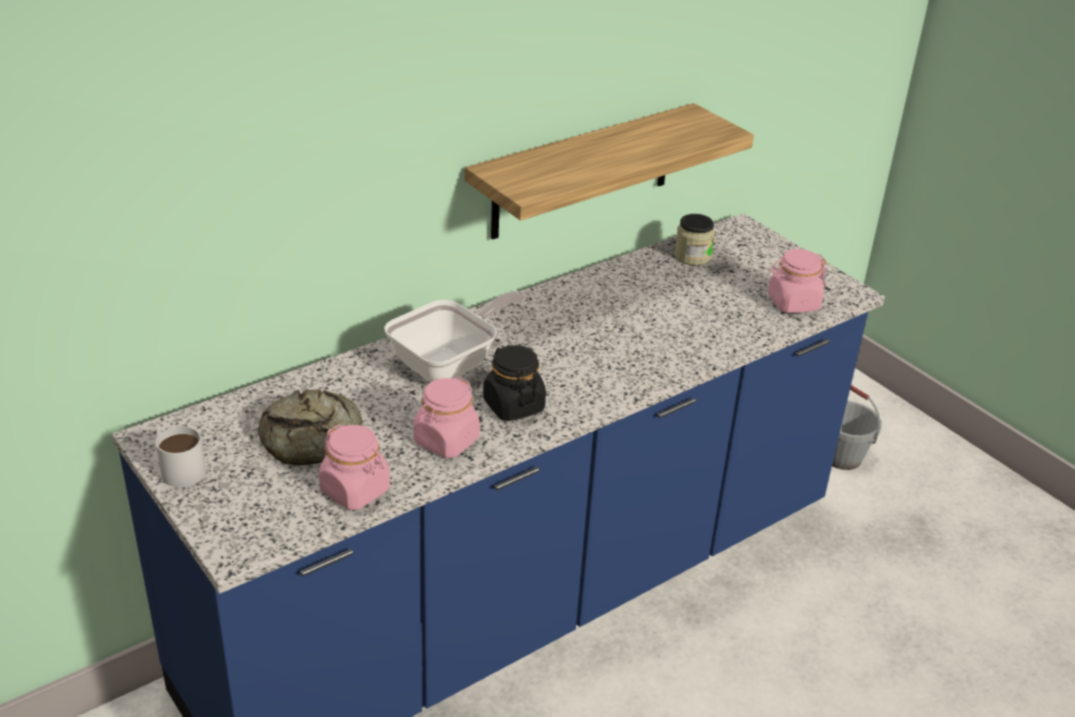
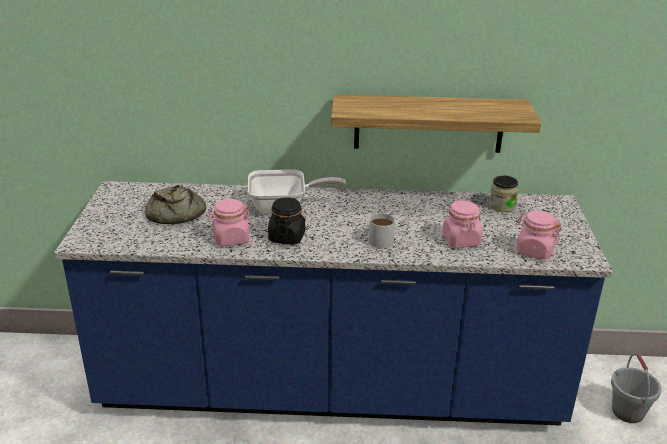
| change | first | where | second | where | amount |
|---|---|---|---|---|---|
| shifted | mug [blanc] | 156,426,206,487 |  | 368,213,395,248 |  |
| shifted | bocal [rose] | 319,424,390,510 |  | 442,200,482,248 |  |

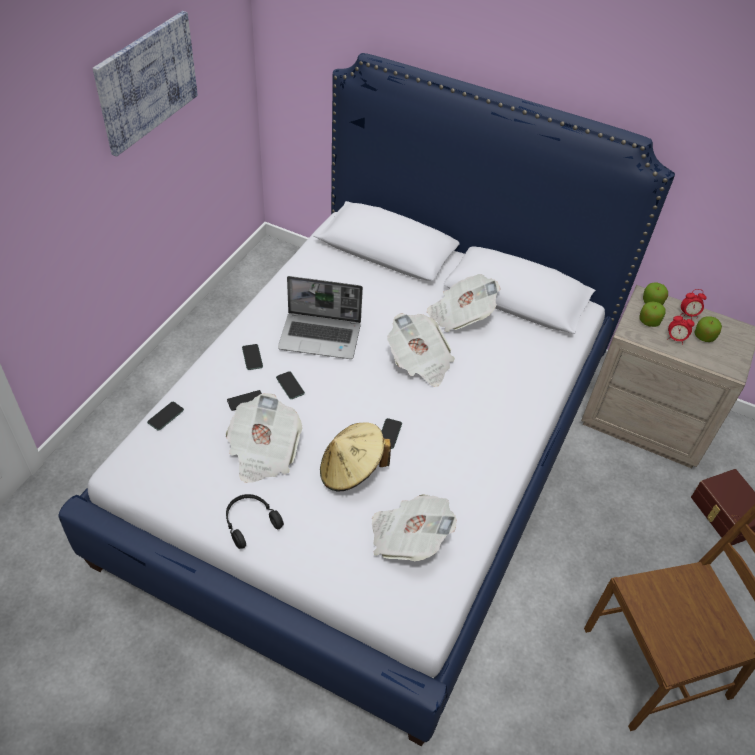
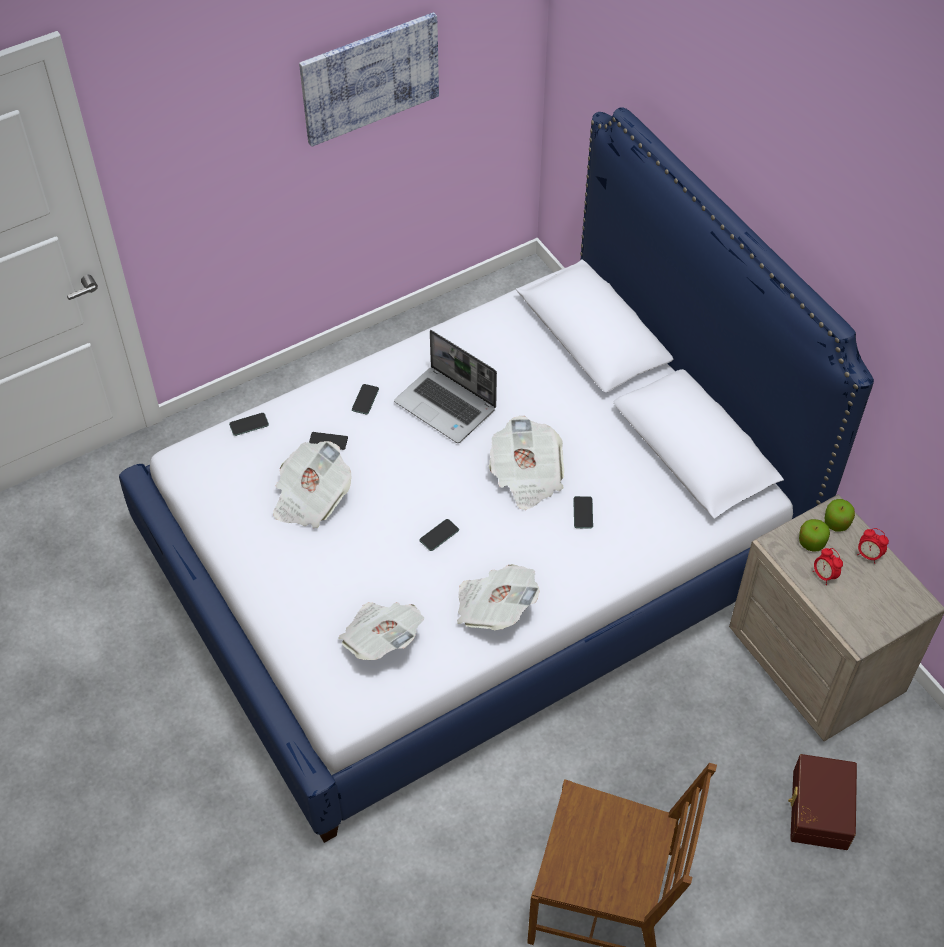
| change | first | where | second | where | amount |
|---|---|---|---|---|---|
| gone | casque audio [noir] | 226,494,284,549 |  |  |  |
| gone | chapeau [beige] | 320,423,391,492 |  |  |  |
| gone | pomme | 695,316,722,342 |  |  |  |
| shifted | téléphone | 276,371,305,399 |  | 574,496,593,529 |  |
| shifted | journal | 427,274,501,332 |  | 457,564,540,630 |  |

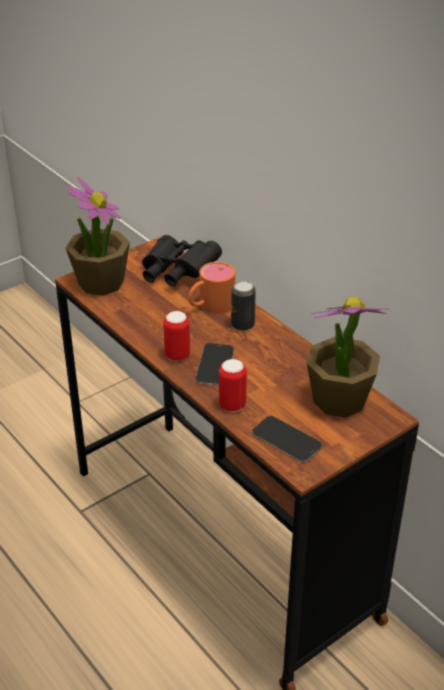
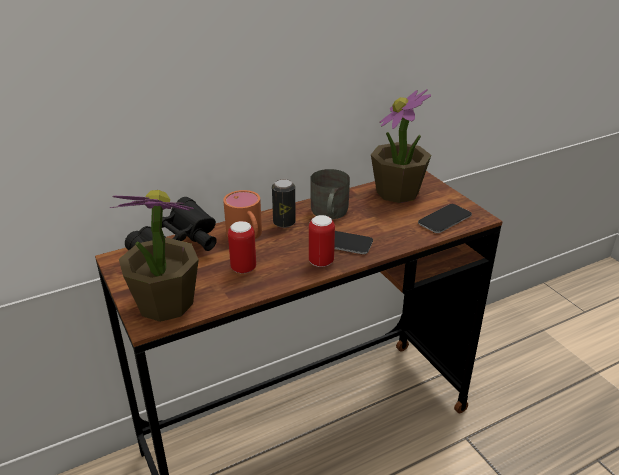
| change | first | where | second | where | amount |
|---|---|---|---|---|---|
| new |  |  | mug [gris] | 310,169,350,219 |  |
| shifted | boîte métallique | 219,359,247,412 |  | 228,221,256,274 |  |

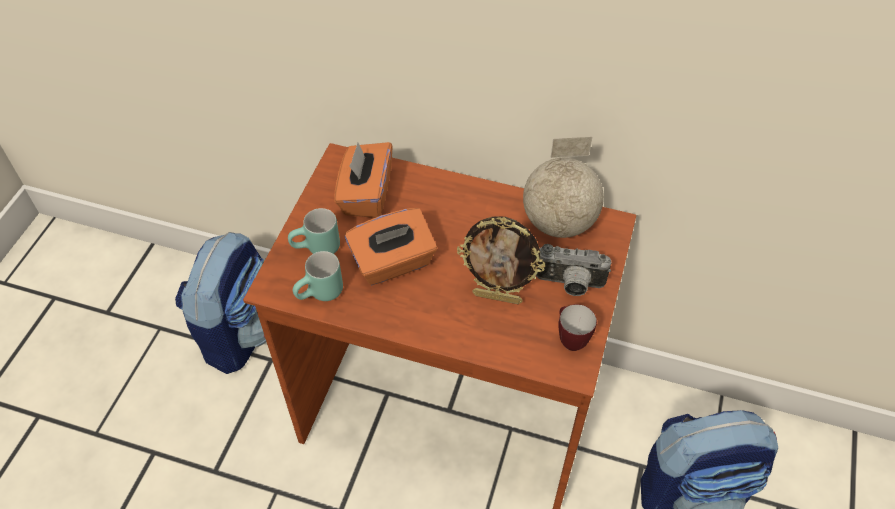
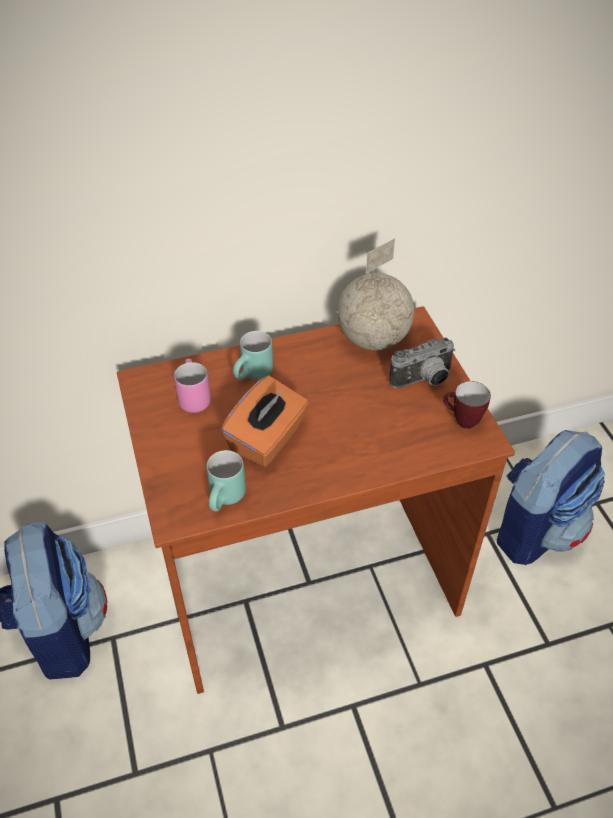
| change | first | where | second | where | amount |
|---|---|---|---|---|---|
| gone | cadre photo | 457,216,545,304 |  |  |  |
| shifted | mug [turquoise] | 288,208,340,254 |  | 233,331,273,380 |  |
| swapped | boîte à mouchoirs [orange] | 334,142,393,218 | mug [rose] | 174,359,211,413 |  |

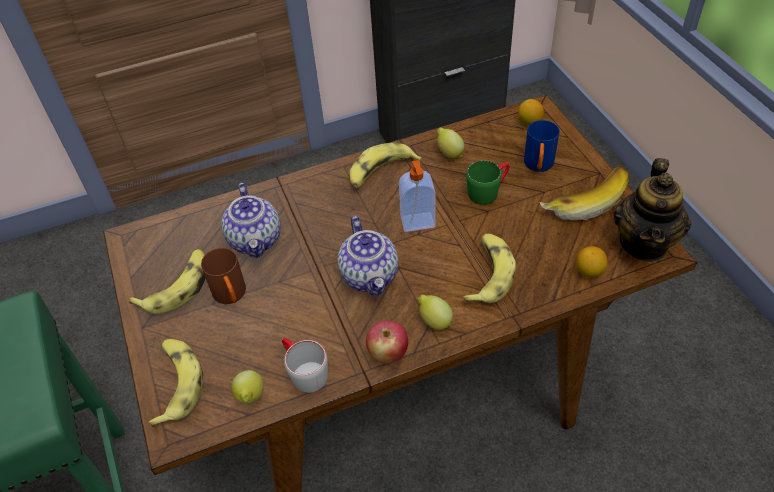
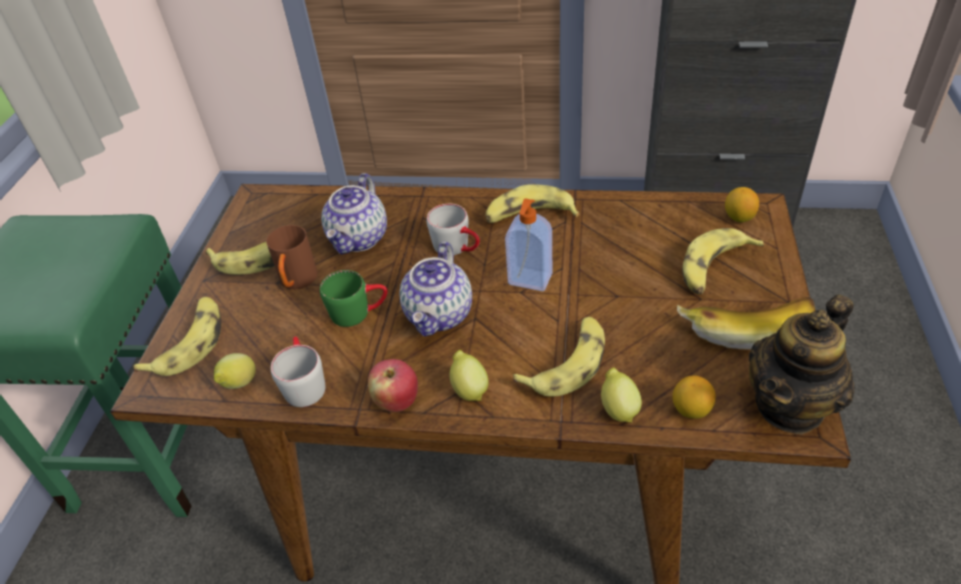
| change | first | where | second | where | amount |
|---|---|---|---|---|---|
| new |  |  | mug [gris] | 427,204,480,255 |  |
| shifted | citron | 437,128,464,158 |  | 601,367,642,423 |  |
| shifted | mug [vert] | 466,160,510,205 |  | 320,270,388,327 |  |
| swapped | mug [bleu] | 524,120,560,172 | banane | 682,228,764,294 |  |

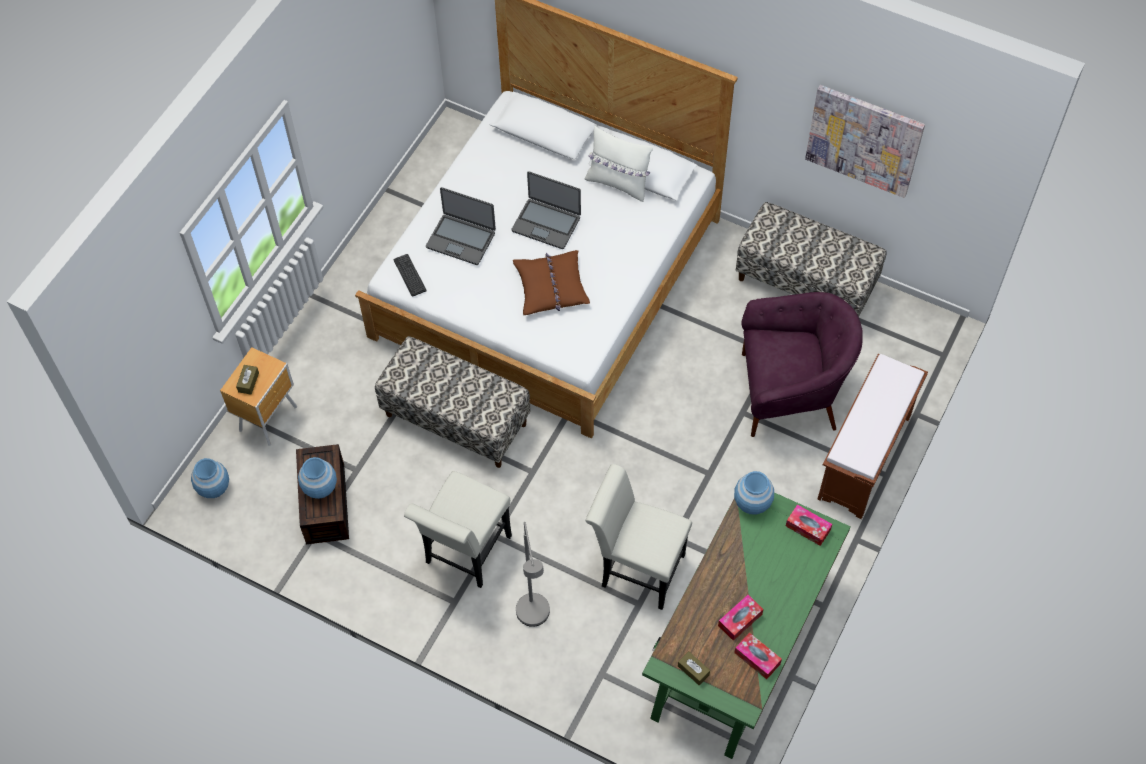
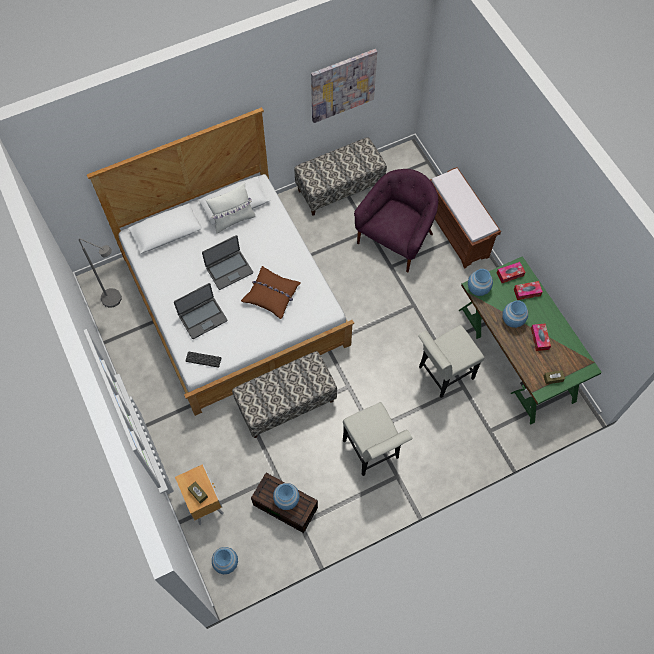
| change | first | where | second | where | amount |
|---|---|---|---|---|---|
| new |  |  | vase [bleu] | 502,300,528,328 |  |
| shifted | lampadaire [gris] | 516,522,550,627 |  | 79,238,122,308 |  |
| shifted | boîte à mouchoirs | 734,633,782,679 |  | 514,281,543,300 |  |

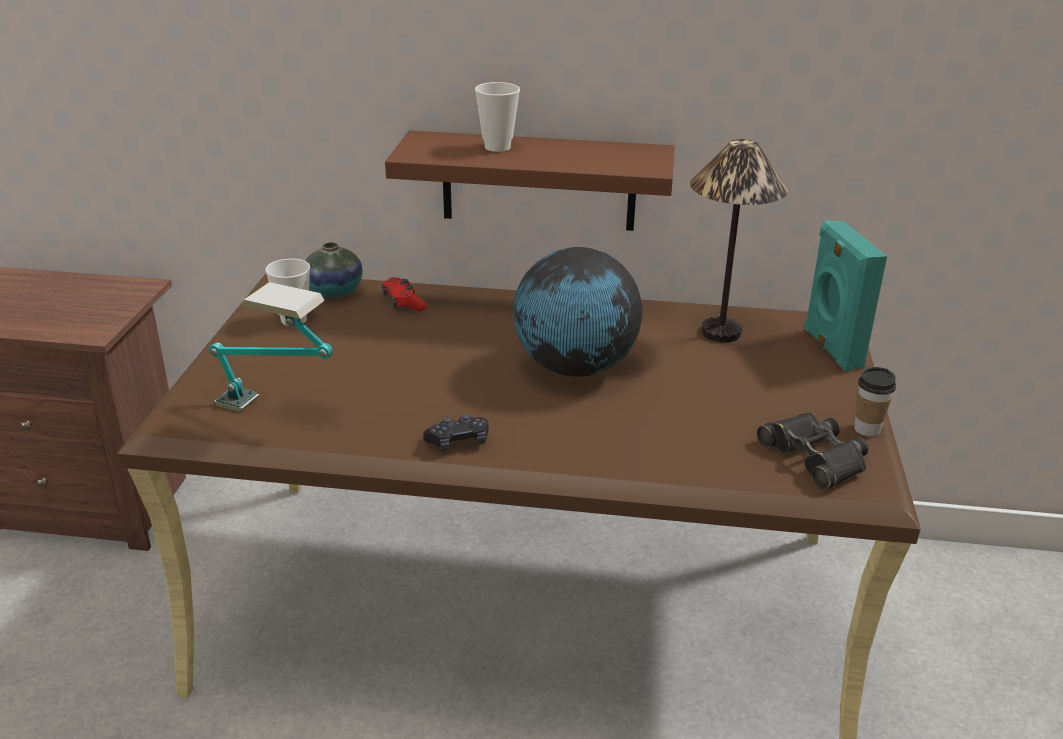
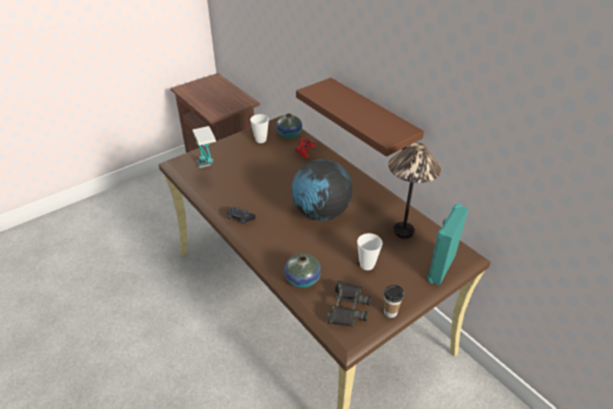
| change | first | where | second | where | amount |
|---|---|---|---|---|---|
| new |  |  | vase | 284,254,321,288 |  |
| shifted | tasse | 475,82,520,152 |  | 357,233,382,270 |  |

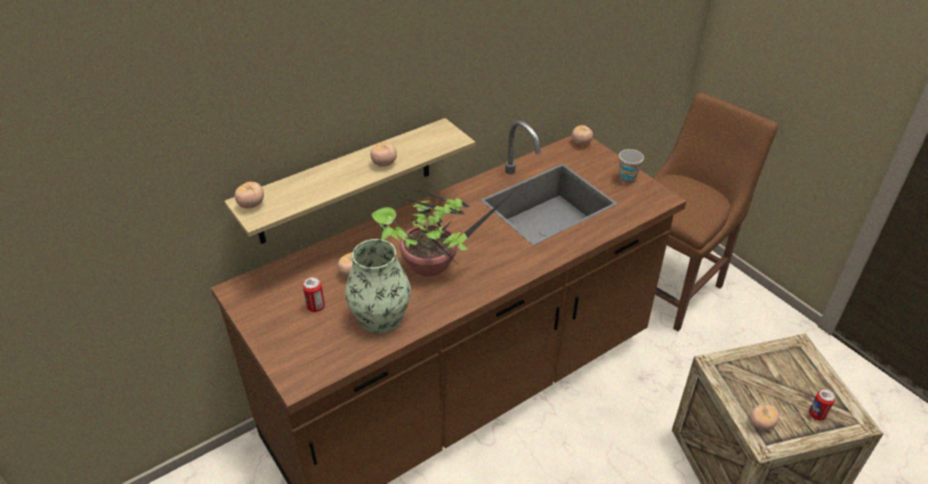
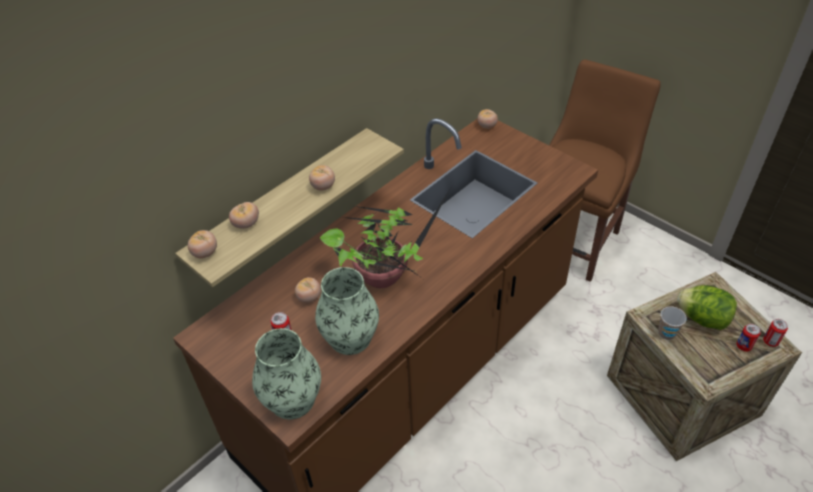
| change | first | where | second | where | amount |
|---|---|---|---|---|---|
| new |  |  | vase | 252,328,321,419 |  |
| new |  |  | laitue | 677,285,737,330 |  |
| new |  |  | boîte métallique | 763,319,788,347 |  |
| shifted | tasse | 619,149,644,184 |  | 658,306,687,340 |  |
| shifted | tomate | 750,404,779,430 |  | 229,202,259,229 |  |

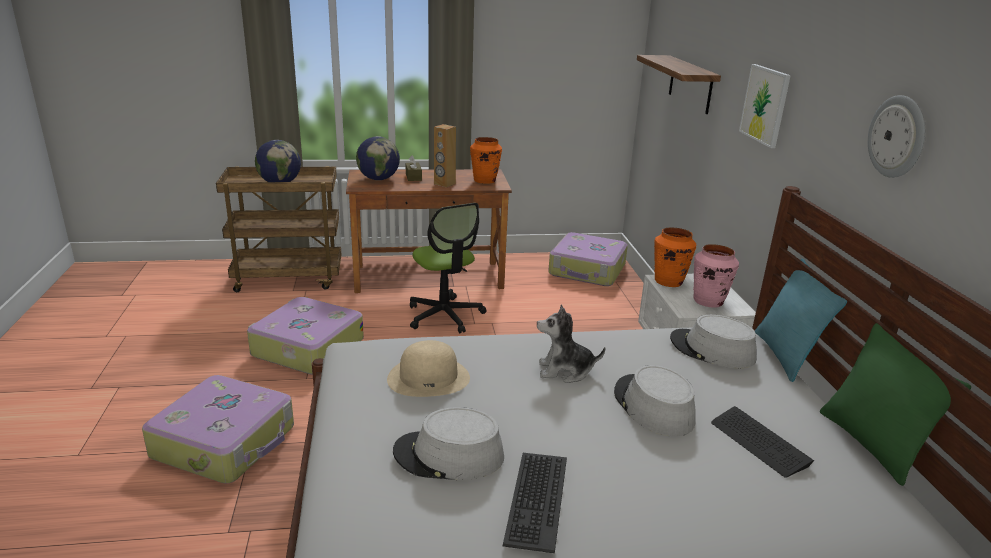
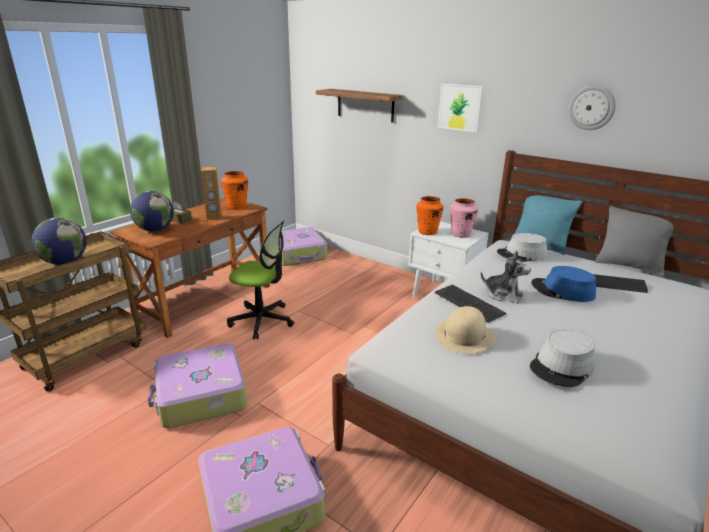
| change | first | where | second | where | amount |
|---|---|---|---|---|---|
| shifted | clavier | 503,453,567,553 |  | 434,285,506,323 |  |
| repainted | chapeau [gris] | 614,365,696,437 | chapeau [bleu] | 531,266,596,302 |  |
| repainted | coussin [vert] | 820,323,971,486 | coussin [gris] | 595,206,680,276 |  |
| rotated | peluche | 537,305,606,383 |  | 481,250,531,304 | 105 degrees counterclockwise |

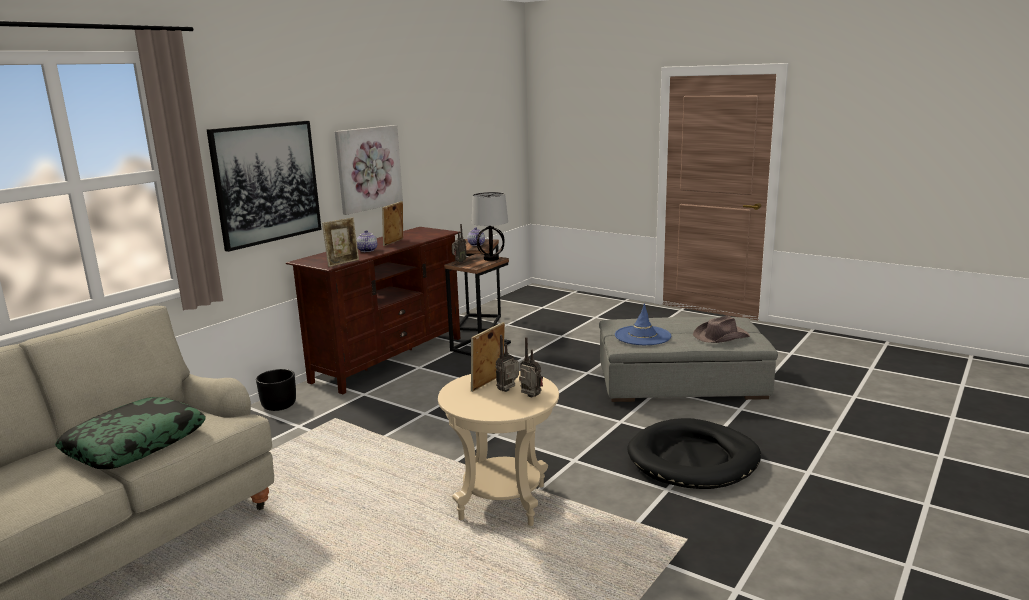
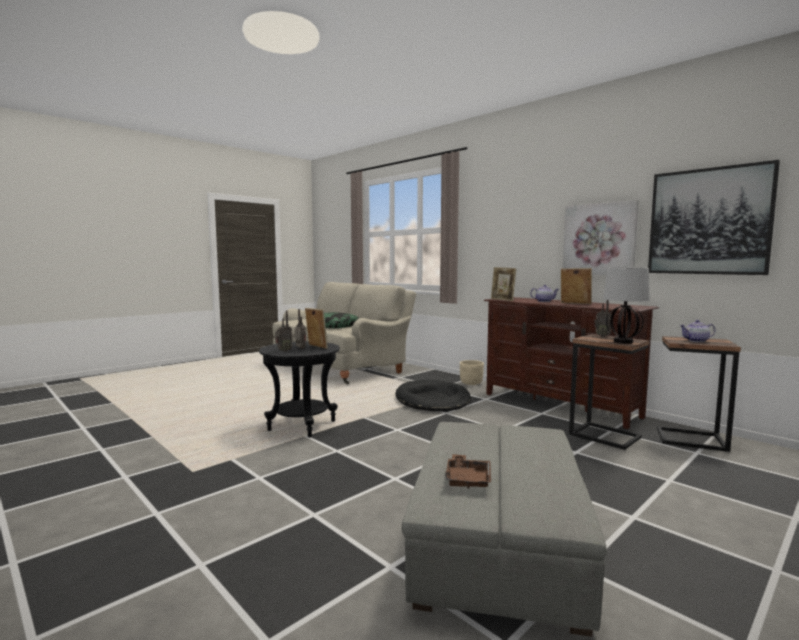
| change | first | where | second | where | amount |
|---|---|---|---|---|---|
| gone | chapeau [bleu] | 615,303,671,345 |  |  |  |
| shifted | tableau | 207,121,322,252 |  | 648,160,780,275 |  |
| shifted | panier pour chien [noir] | 628,418,761,489 |  | 395,379,471,412 |  |
| swapped | chapeau [marron] | 693,316,750,343 | plateau [marron] | 445,454,491,489 |  |
| repainted | cache-pot [noir] | 256,369,296,411 | cache-pot [beige] | 460,360,484,385 |  |
| repainted | table d'appoint [beige] | 438,371,559,526 | table d'appoint [noir] | 259,341,340,438 |  |

